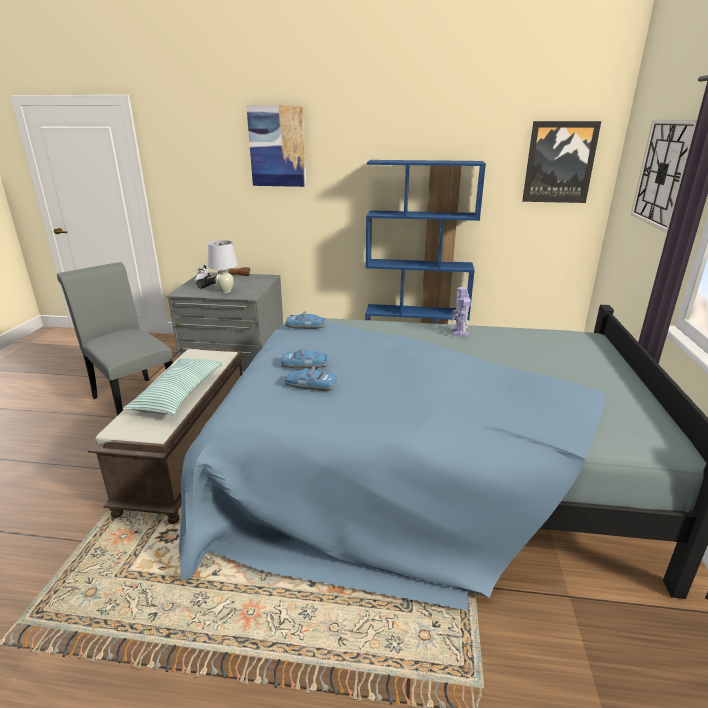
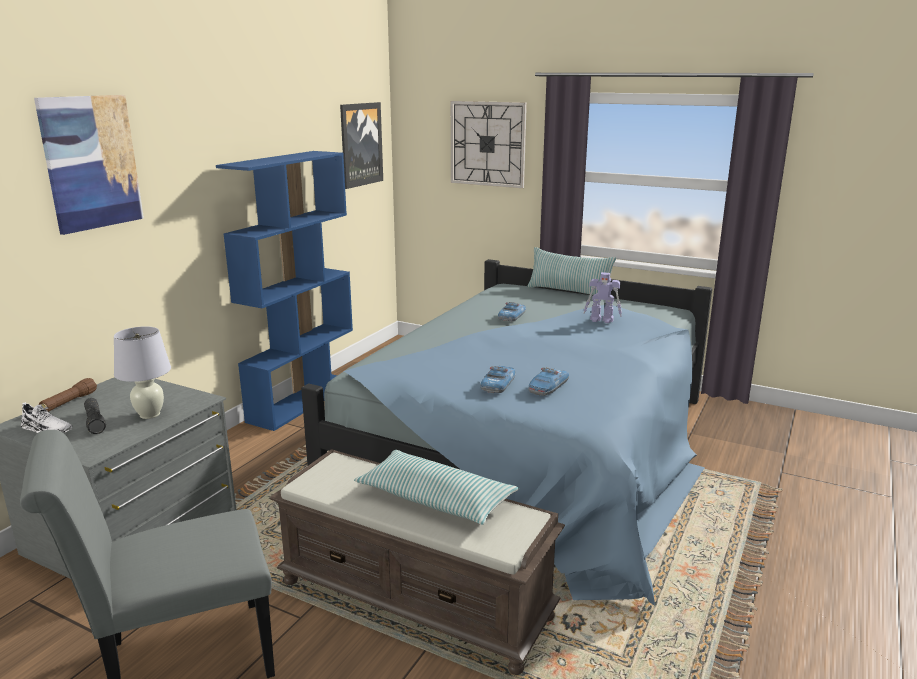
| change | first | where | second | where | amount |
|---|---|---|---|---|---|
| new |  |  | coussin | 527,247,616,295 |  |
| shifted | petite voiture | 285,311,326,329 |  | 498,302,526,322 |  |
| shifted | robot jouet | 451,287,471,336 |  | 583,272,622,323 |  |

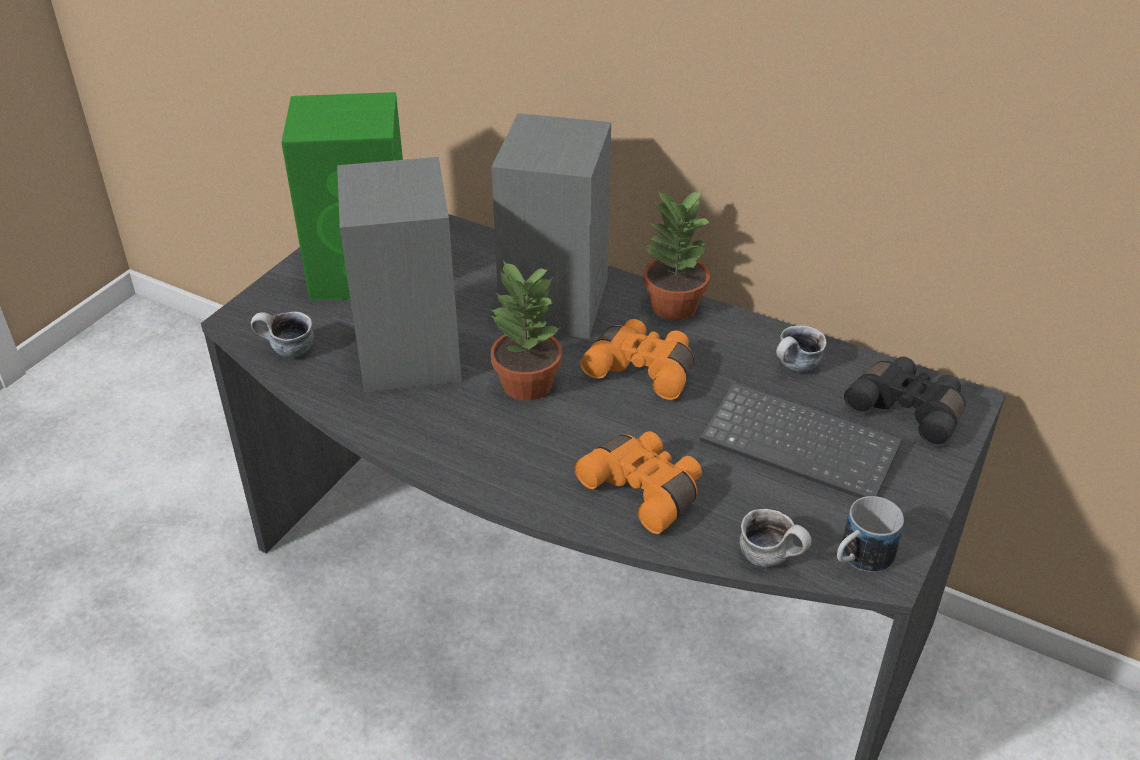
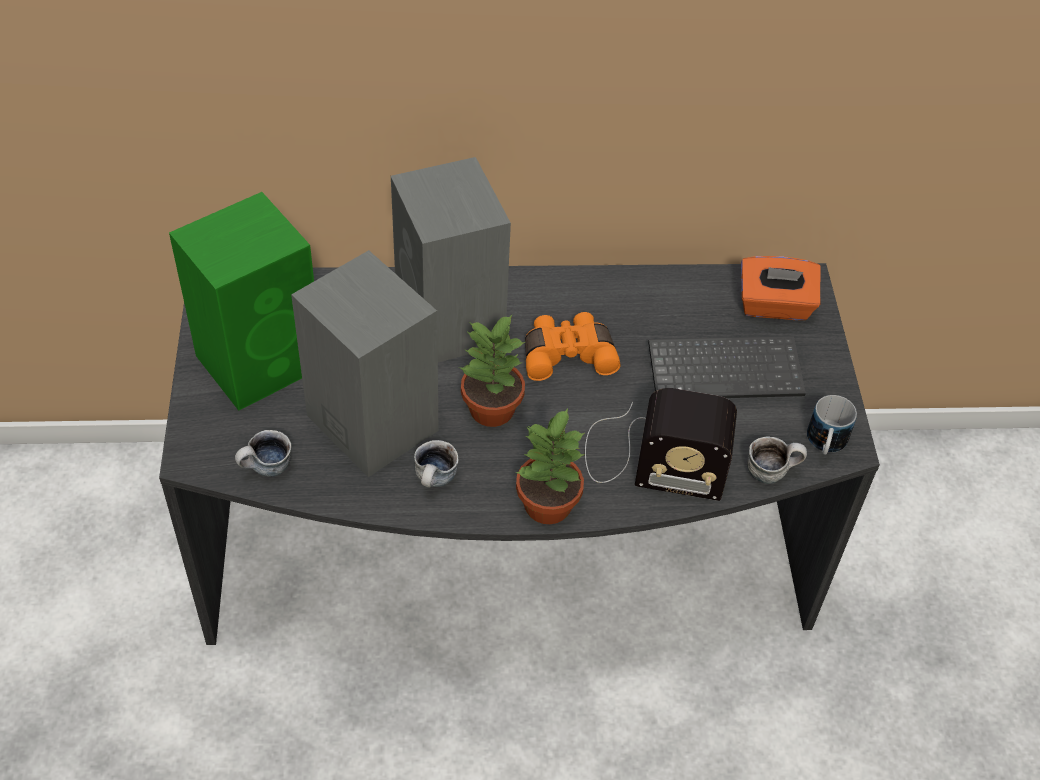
| change | first | where | second | where | amount |
|---|---|---|---|---|---|
| shifted | plante en pot | 644,190,712,320 |  | 515,408,585,524 |  |
| shifted | mug | 776,325,827,372 |  | 414,440,459,488 |  |
| swapped | jumelles [orange] | 574,431,702,534 | radio | 585,388,737,501 |  |
| swapped | jumelles [noir] | 844,357,965,446 | boîte à mouchoirs [orange] | 741,256,820,320 |  |

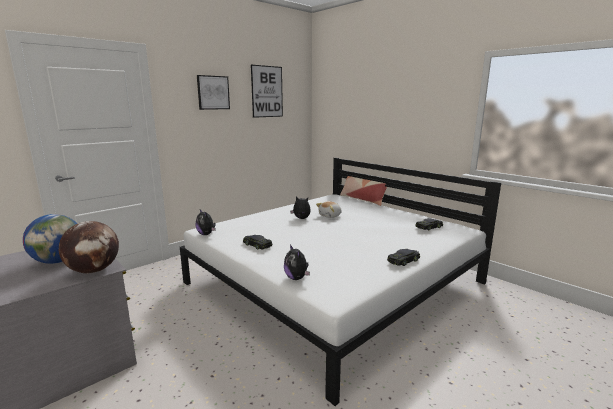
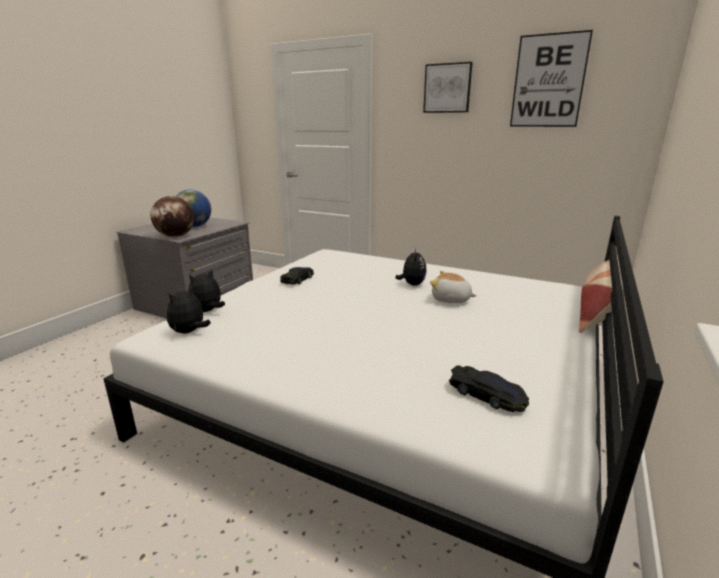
| change | first | where | second | where | amount |
|---|---|---|---|---|---|
| gone | petite voiture [noir] | 387,249,420,266 |  |  |  |
| shifted | peluche | 195,209,216,235 |  | 167,285,211,333 |  |

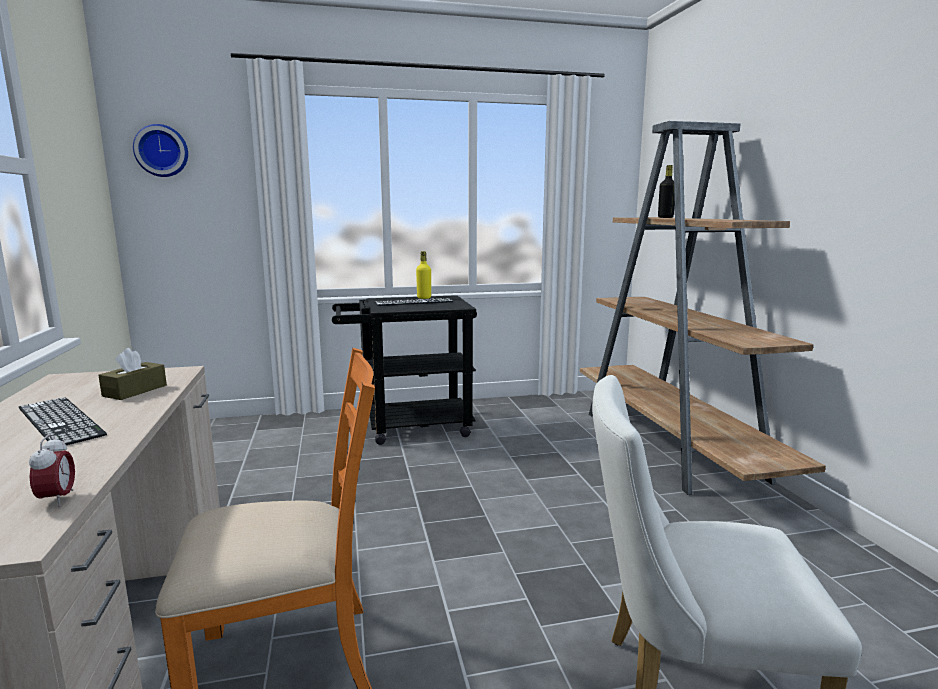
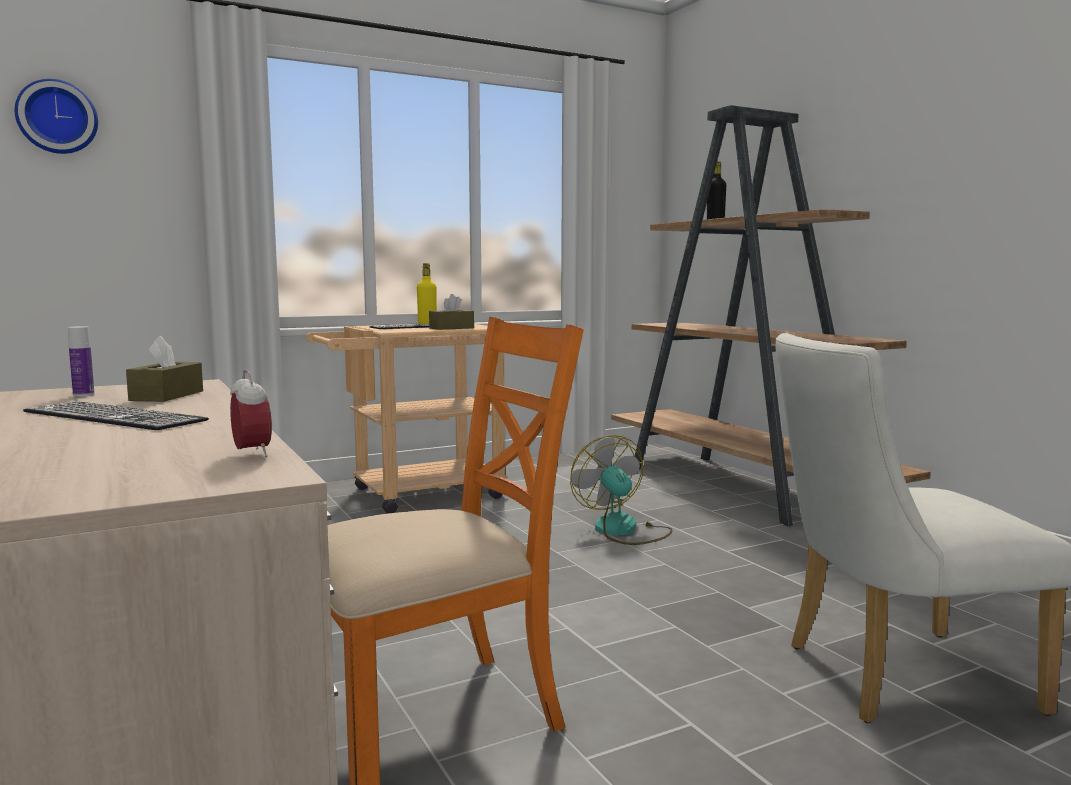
| change | first | where | second | where | amount |
|---|---|---|---|---|---|
| new |  |  | bouteille | 68,326,95,396 |  |
| new |  |  | boîte à mouchoirs [marron] | 429,294,474,330 |  |
| new |  |  | ventilateur | 570,435,673,545 |  |
| repainted | chariot [noir] | 332,295,477,445 | chariot [beige] | 306,324,507,514 |  |

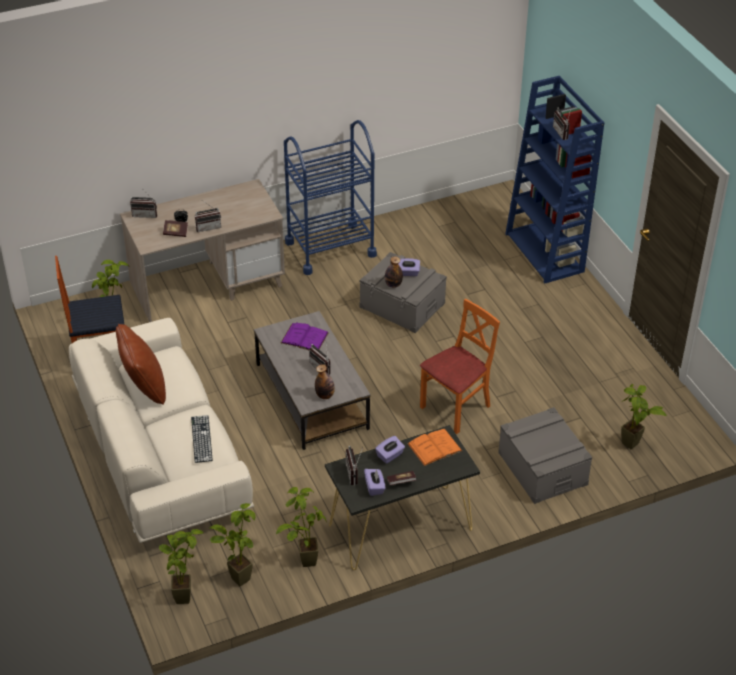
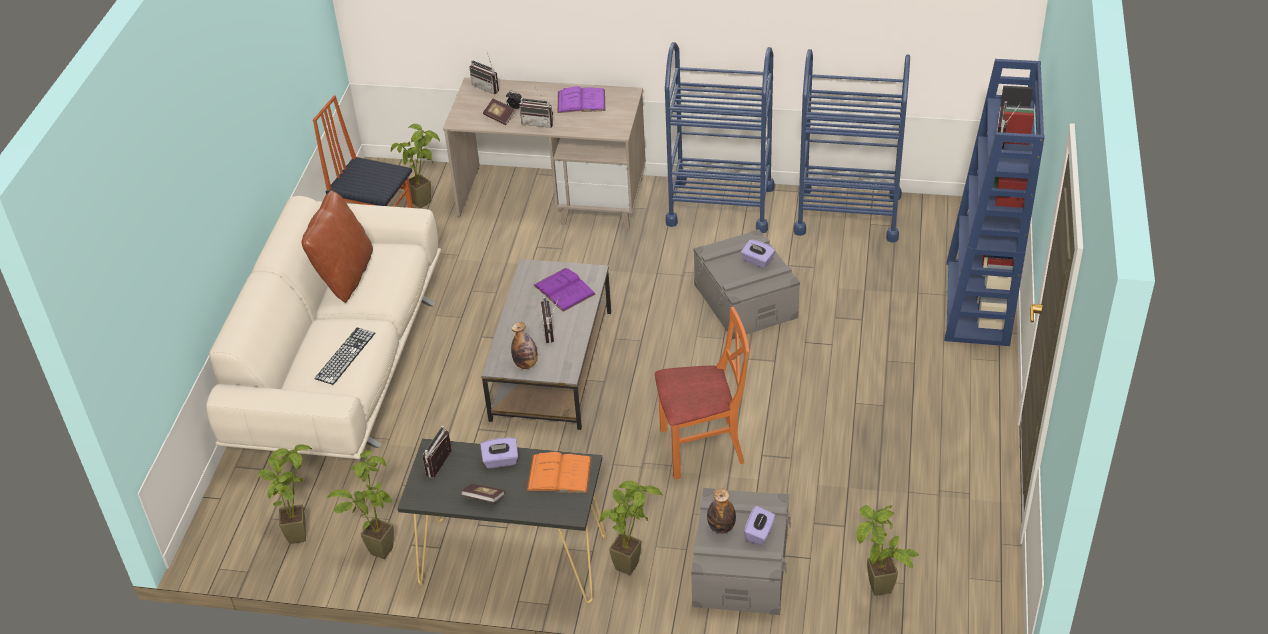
| change | first | where | second | where | amount |
|---|---|---|---|---|---|
| new |  |  | livre [violet] | 558,86,606,113 |  |
| new |  |  | chariot [bleu] | 794,49,910,242 |  |
| shifted | plante en pot | 159,529,204,604 |  | 600,480,663,575 |  |
| shifted | boîte à mouchoirs [violet] | 364,469,385,496 |  | 744,506,775,545 |  |
| shifted | bouteille | 385,256,403,288 |  | 707,488,736,534 |  |

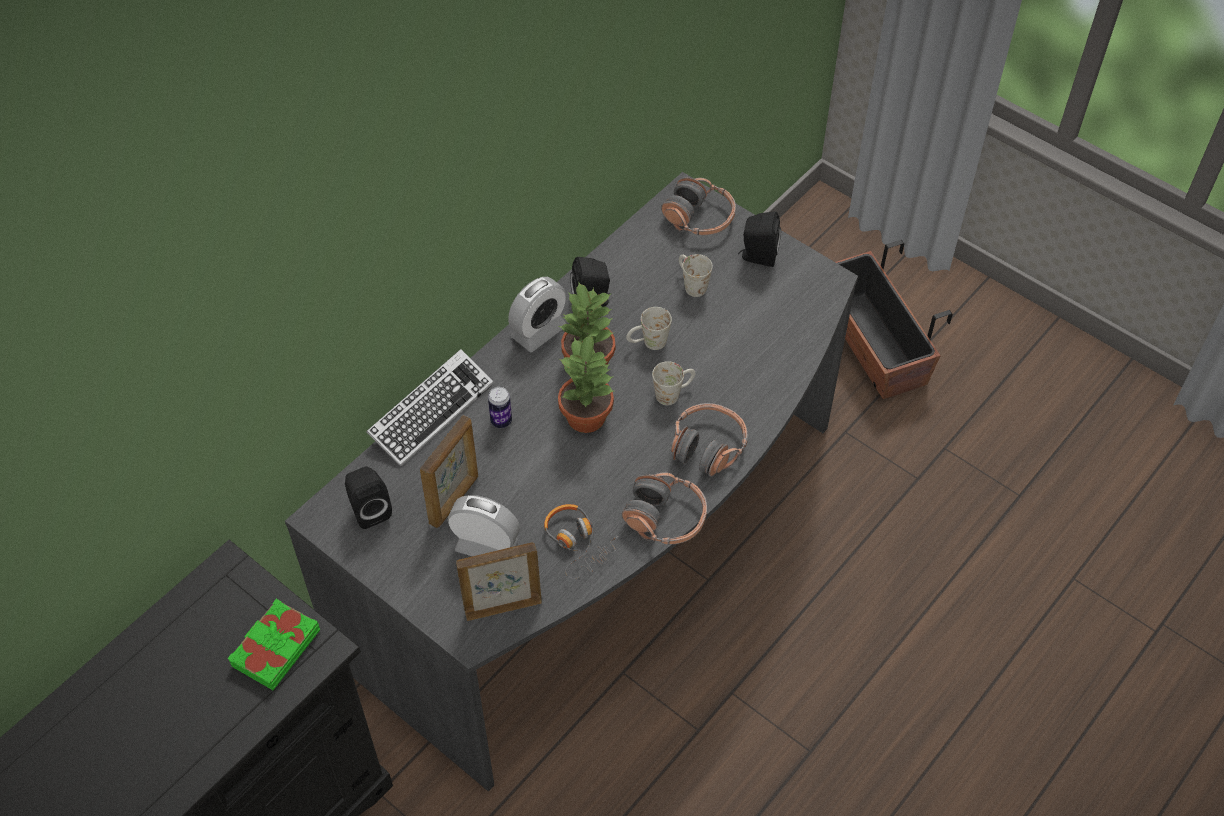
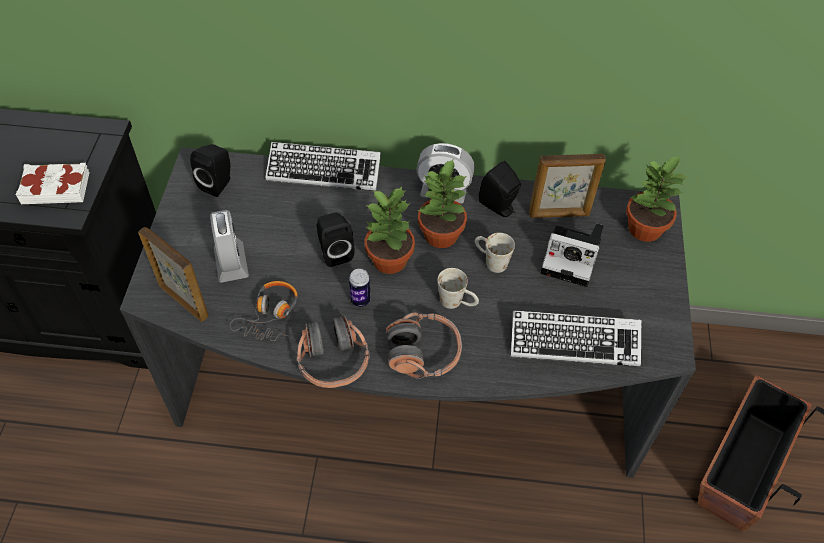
| change | first | where | second | where | amount |
|---|---|---|---|---|---|
| new |  |  | clavier | 511,310,641,367 |  |
| shifted | cadre photo | 420,415,478,528 |  | 529,154,606,218 |  |
| shifted | boîte métallique | 488,387,512,428 |  | 349,269,371,307 |  |
| shifted | enceinte [noir] | 738,212,781,267 |  | 317,213,355,267 |  |
| swapped | casque audio | 661,178,736,235 | plante en pot | 626,156,688,242 |  |
| swapped | mug [blanc] | 679,254,713,297 | appareil photo | 541,223,604,287 |  |
| repainted | livre [vert] | 227,599,320,690 | livre [blanc] | 16,163,90,204 |  |

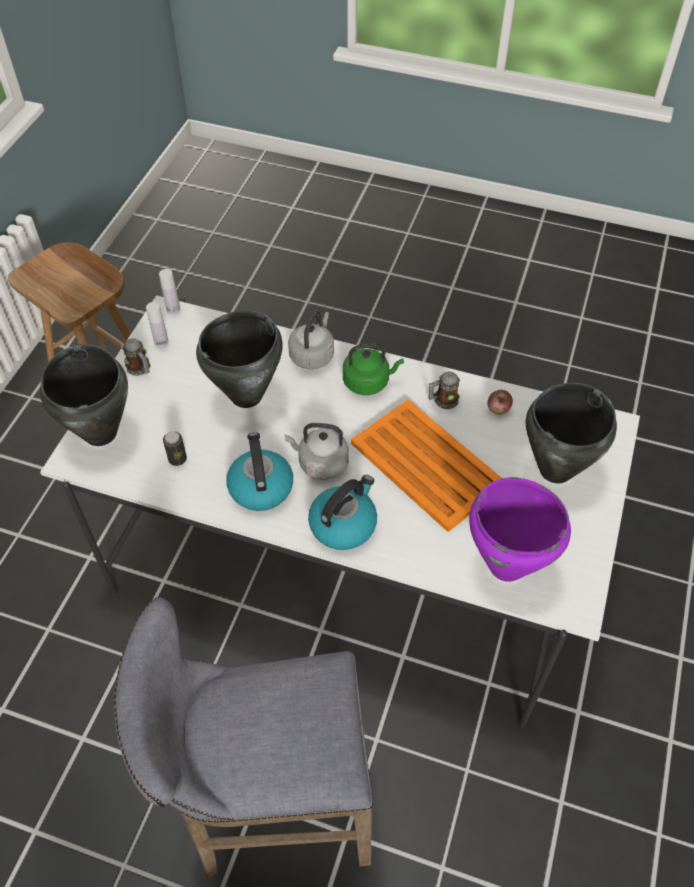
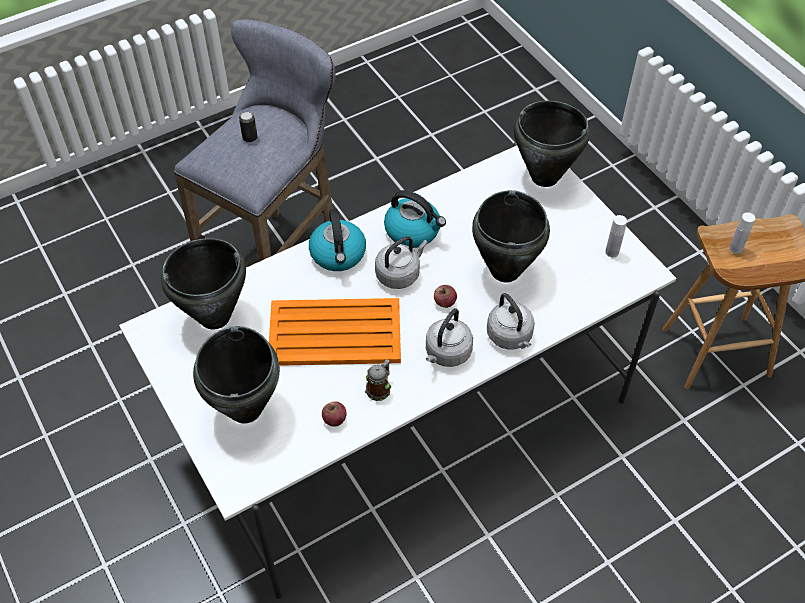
| change | first | where | second | where | amount |
|---|---|---|---|---|---|
| gone | mug | 122,338,151,376 |  |  |  |
| new |  |  | pomme | 434,285,457,308 |  |
| shifted | bouteille [blanc] | 159,269,180,314 |  | 729,212,755,254 |  |
| shifted | boîte métallique | 163,431,187,466 |  | 239,112,257,142 |  |
| repainted | bouilloire [vert] | 343,343,404,395 | bouilloire [gris] | 426,308,473,367 |  |
| repainted | marmite [violet] | 469,477,571,582 | marmite [noir] | 161,238,246,329 |  |

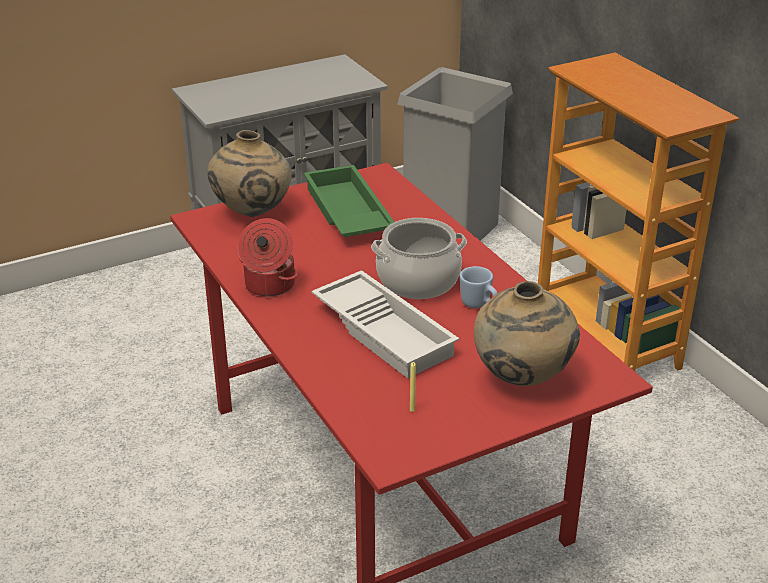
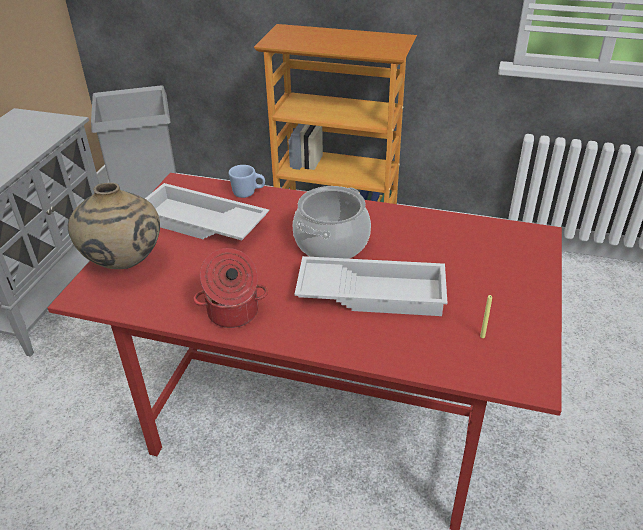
| change | first | where | second | where | amount |
|---|---|---|---|---|---|
| gone | vase [beige] | 474,281,580,386 |  |  |  |
| shifted | mug [bleu] | 460,266,498,308 |  | 229,165,265,198 |  |
| repainted | plateau [vert] | 304,165,394,237 | plateau [blanc] | 145,183,269,240 |  |

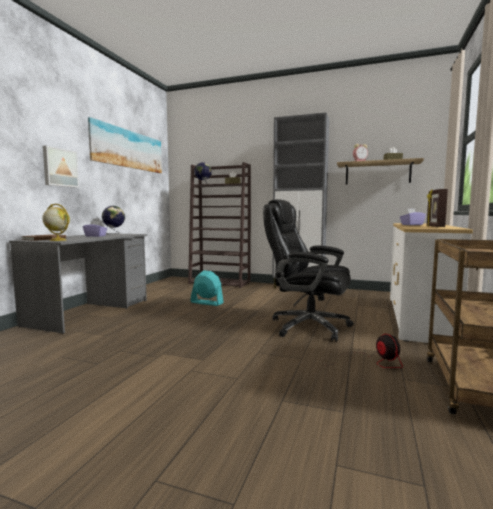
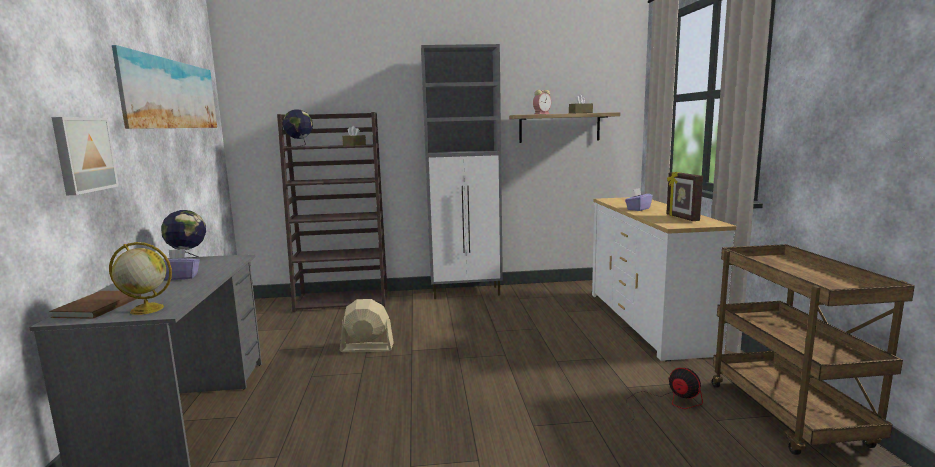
| change | first | where | second | where | amount |
|---|---|---|---|---|---|
| gone | chaise de bureau [noir] | 263,199,354,342 |  |  |  |
| repainted | ventilateur [turquoise] | 190,270,224,306 | ventilateur [beige] | 340,299,394,352 |  |

